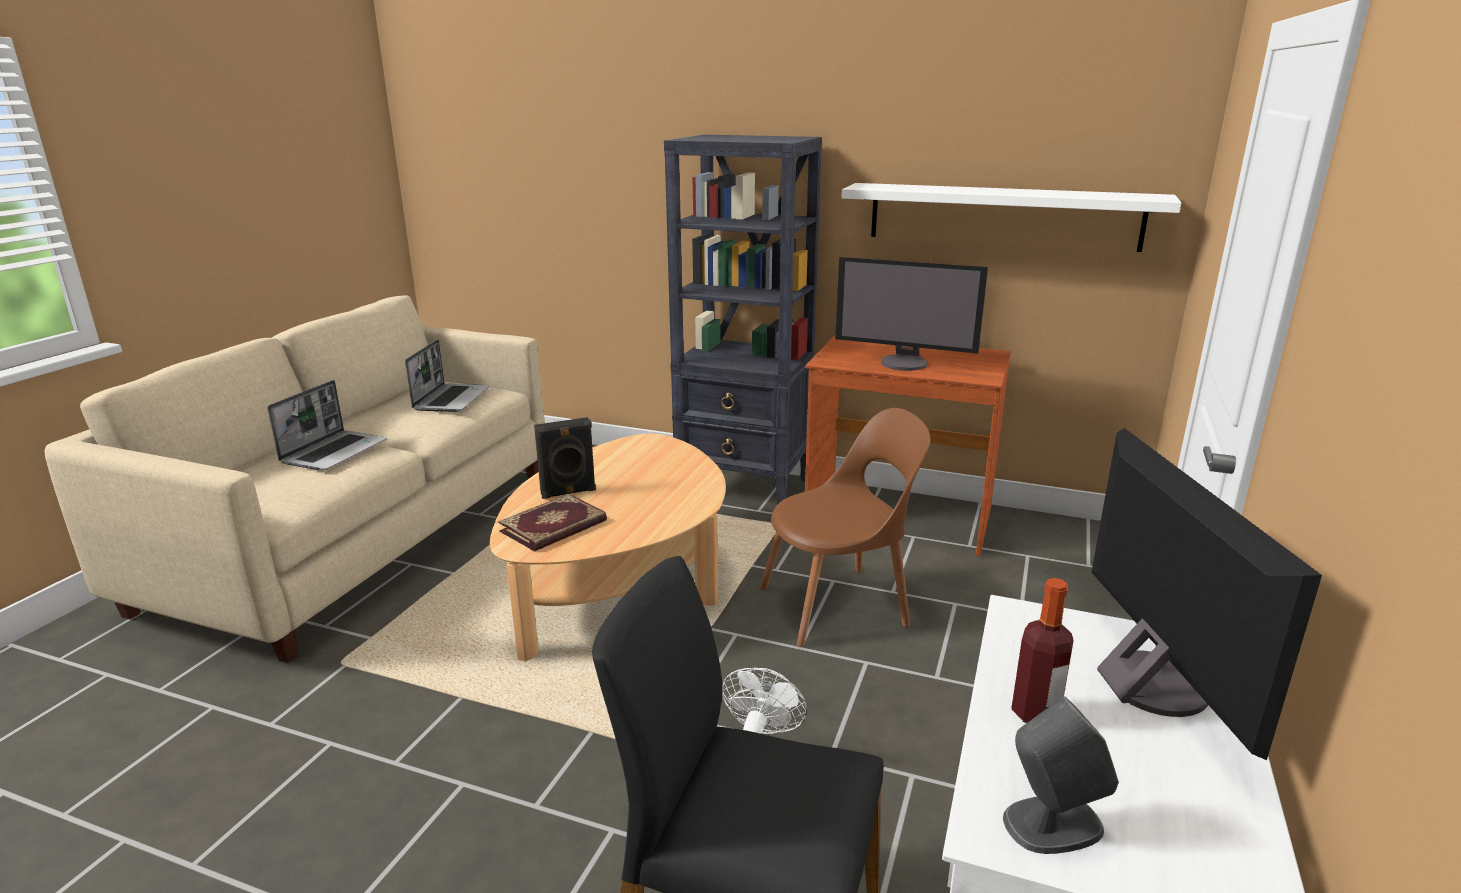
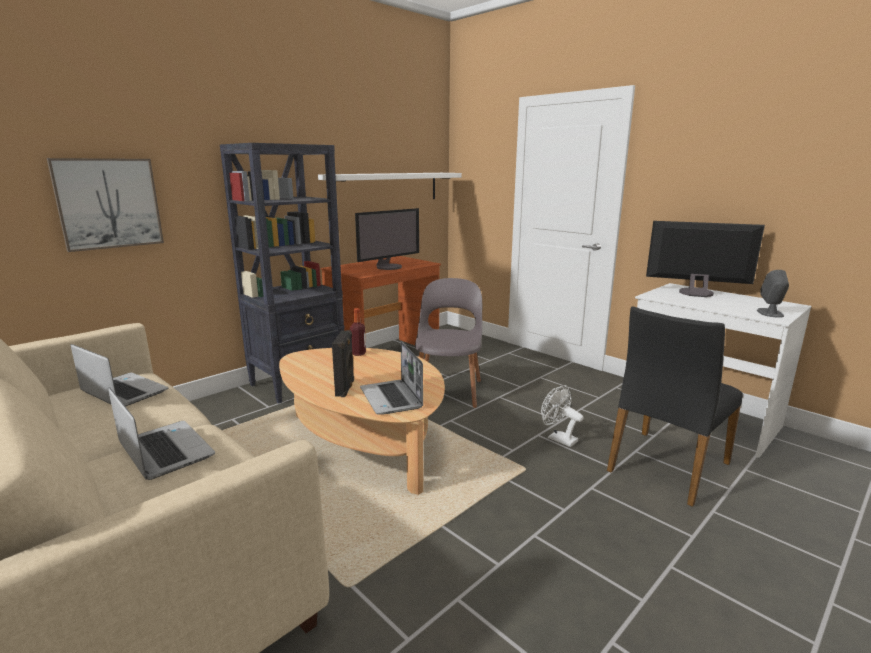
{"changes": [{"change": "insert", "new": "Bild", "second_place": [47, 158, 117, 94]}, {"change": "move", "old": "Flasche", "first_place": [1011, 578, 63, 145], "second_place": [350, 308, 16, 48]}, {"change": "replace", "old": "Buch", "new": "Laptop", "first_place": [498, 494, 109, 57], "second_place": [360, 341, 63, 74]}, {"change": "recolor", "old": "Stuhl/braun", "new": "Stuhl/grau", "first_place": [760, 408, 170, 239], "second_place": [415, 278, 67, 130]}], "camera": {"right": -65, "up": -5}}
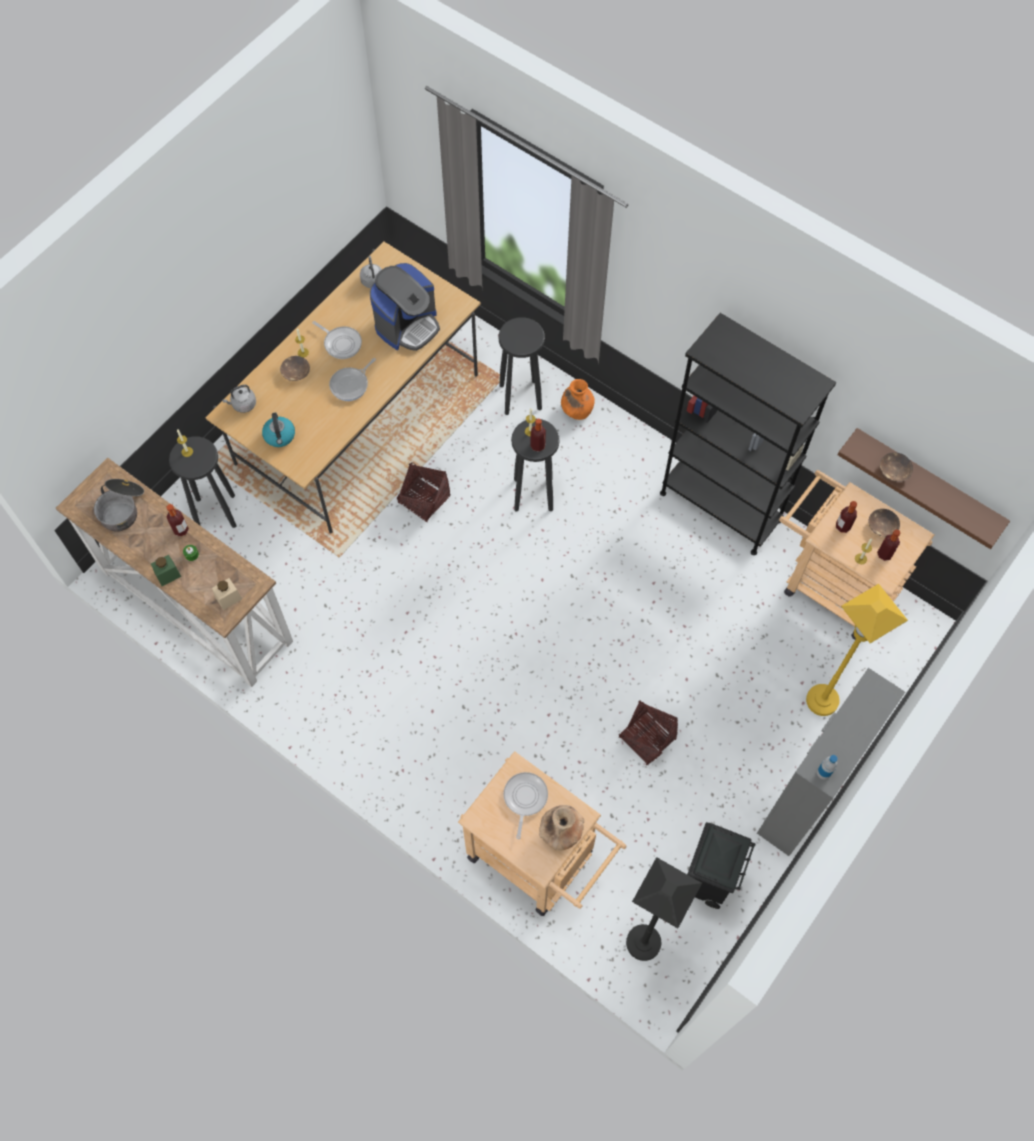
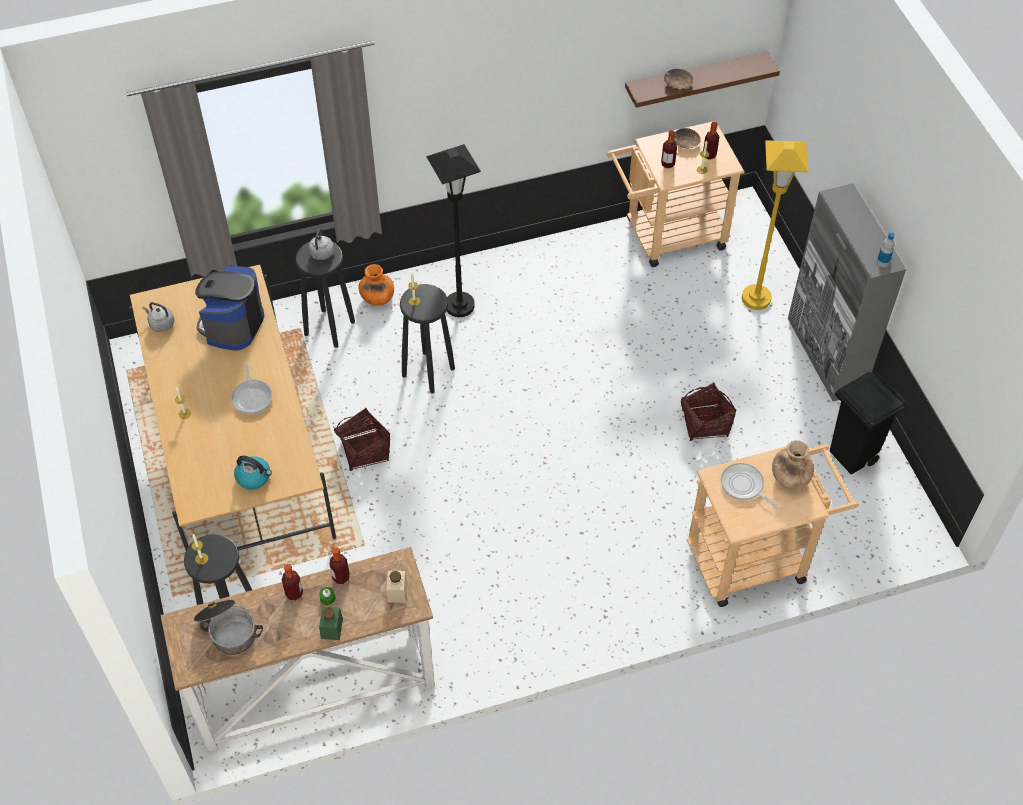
{"changes": [{"change": "rotate", "old": "Kaffeemaschine", "first_place": [370, 263, 70, 88], "second_place": [195, 266, 70, 85], "degrees": -150}, {"change": "move", "old": "Wasserkessel/grau", "first_place": [222, 385, 34, 28], "second_place": [309, 229, 25, 31]}, {"change": "move", "old": "Flasche", "first_place": [530, 419, 16, 33], "second_place": [329, 547, 21, 37]}, {"change": "move", "old": "Stehlampe/schwarz", "first_place": [626, 857, 76, 104], "second_place": [426, 144, 55, 173]}, {"change": "delete", "old": "Schüssel/braun", "first_place": [280, 356, 30, 25]}, {"change": "delete", "old": "Pfanne", "first_place": [312, 321, 50, 38]}, {"change": "delete", "old": "Bücherregal/schwarz", "first_place": [660, 313, 176, 242]}], "camera": {"right": -55, "up": -10}}
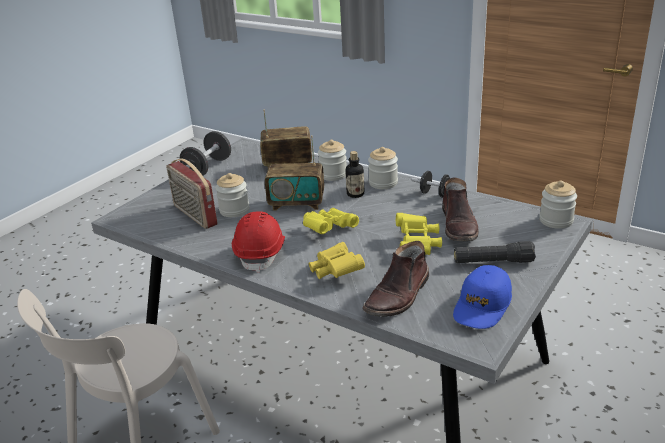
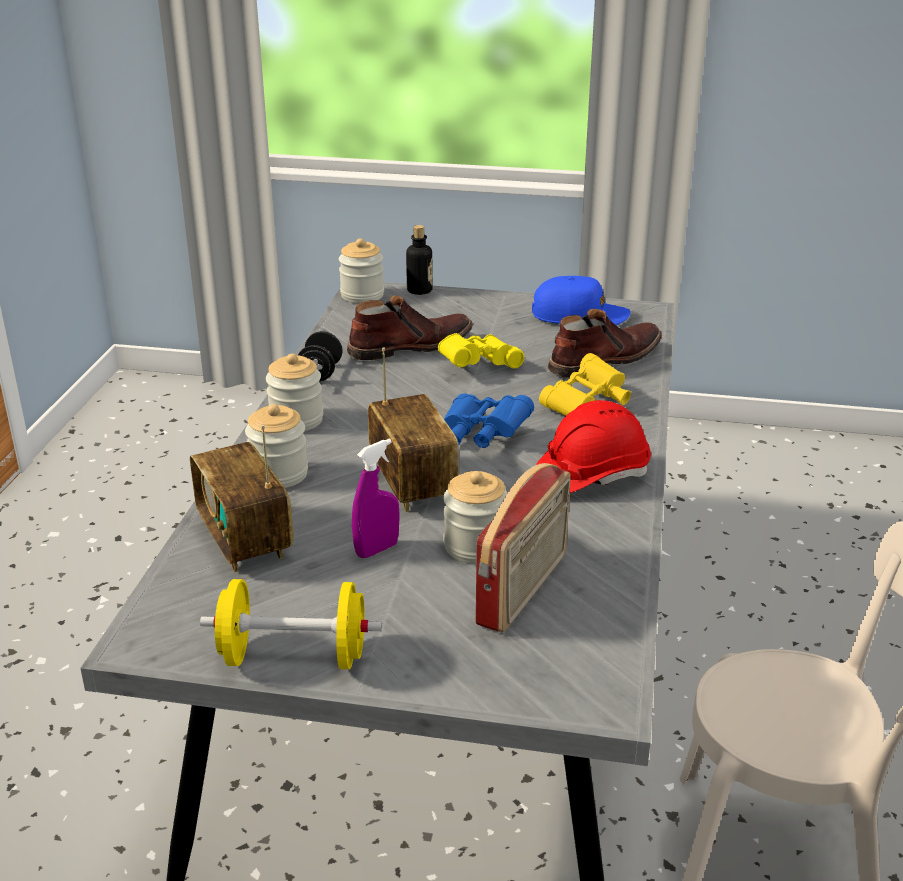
{"changes": [{"change": "recolor", "old": "Hantel/schwarz", "new": "Hantel/gelb", "first_place": [180, 131, 51, 45], "second_place": [200, 579, 182, 90]}, {"change": "insert", "new": "Sprühflasche/lila", "second_place": [352, 438, 48, 120]}, {"change": "move", "old": "Flasche", "first_place": [346, 151, 18, 47], "second_place": [406, 225, 27, 70]}, {"change": "recolor", "old": "Fernglas/gelb", "new": "Fernglas/blau", "first_place": [303, 208, 56, 26], "second_place": [444, 393, 90, 55]}, {"change": "rotate", "old": "Stiefel/braun", "first_place": [362, 241, 67, 76], "second_place": [548, 309, 114, 69], "degrees": -45}, {"change": "delete", "old": "Taschenlampe/schwarz", "first_place": [454, 241, 82, 22]}], "camera": {"right": -115, "up": 0}}
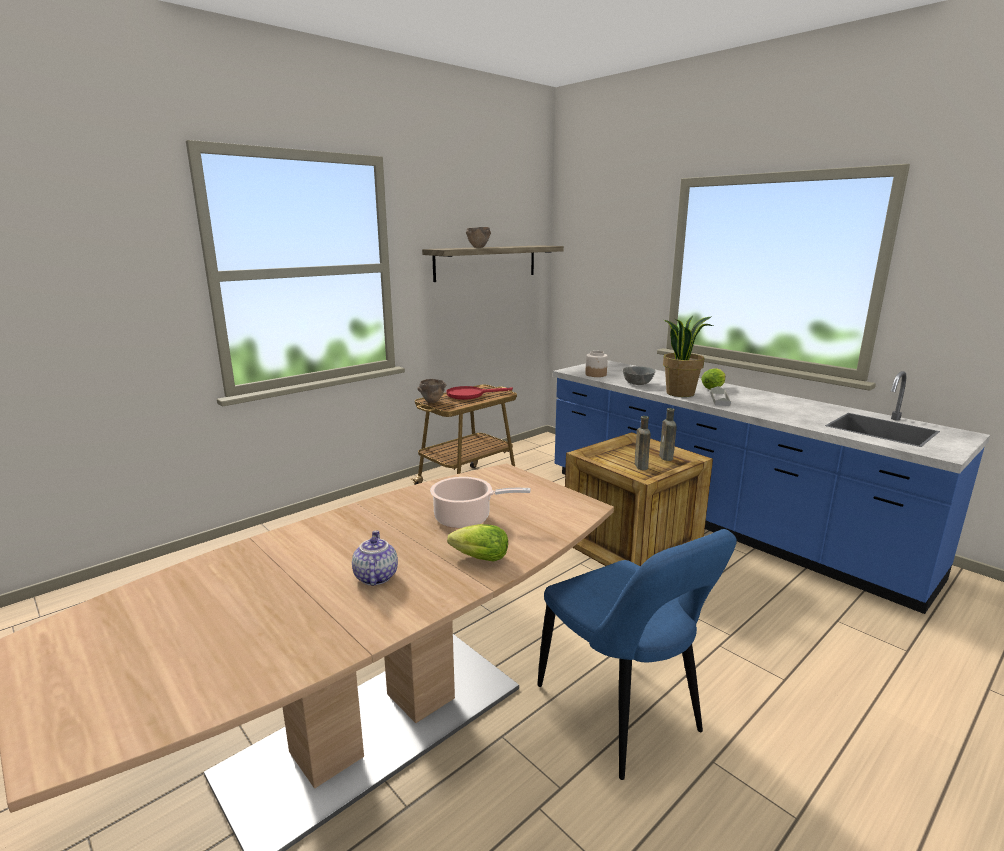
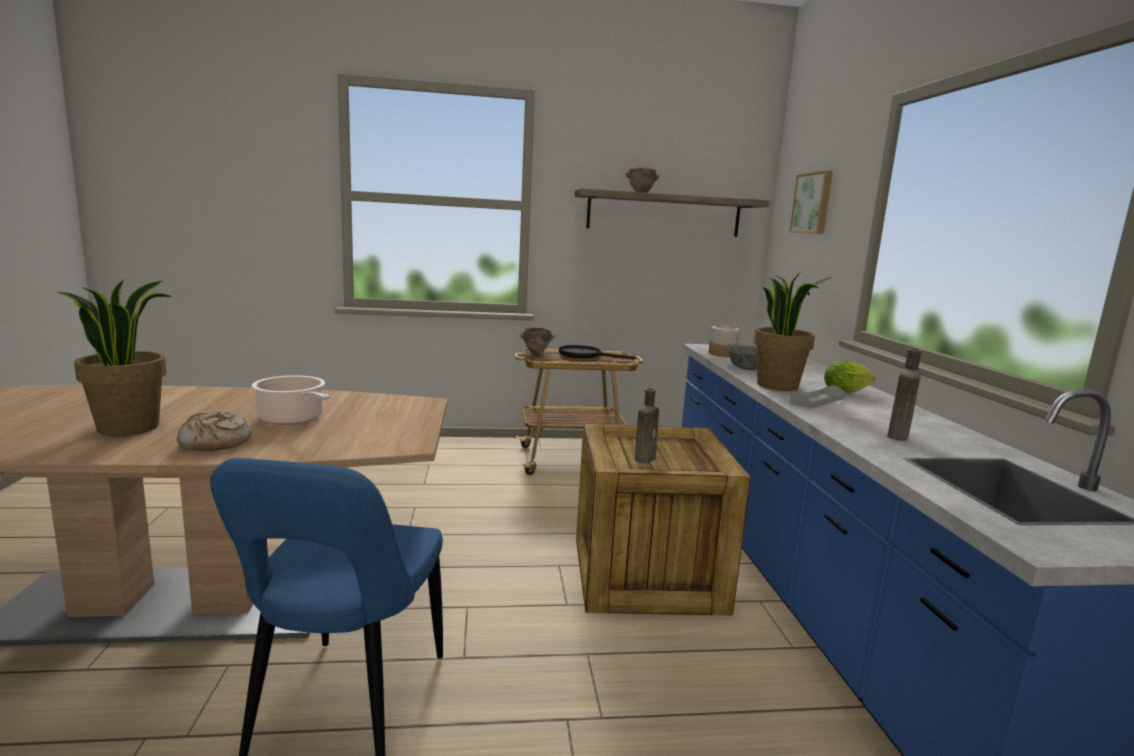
{"changes": [{"change": "replace", "old": "Teekanne", "new": "Topfpflanze", "first_place": [352, 531, 46, 55], "second_place": [58, 279, 114, 157]}, {"change": "replace", "old": "Salatkopf", "new": "Brot", "first_place": [447, 524, 61, 37], "second_place": [177, 411, 75, 40]}, {"change": "recolor", "old": "Pfanne/rot", "new": "Pfanne/schwarz", "first_place": [447, 386, 66, 14], "second_place": [559, 345, 77, 15]}, {"change": "insert", "new": "Bild", "second_place": [790, 171, 43, 63]}, {"change": "move", "old": "Flasche/braun", "first_place": [659, 408, 18, 53], "second_place": [887, 348, 35, 93]}], "camera": {"right": 35, "up": -5}}
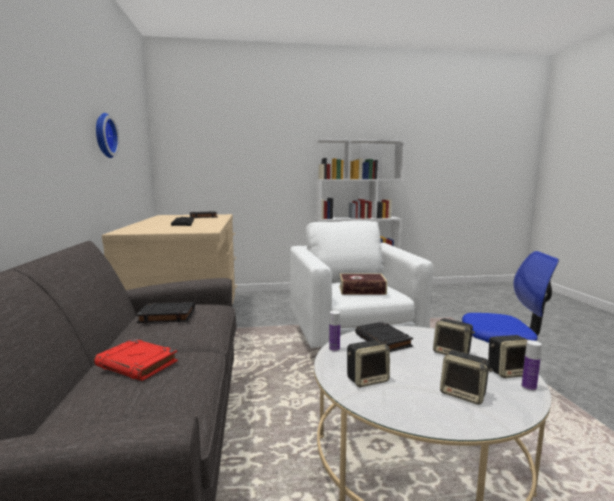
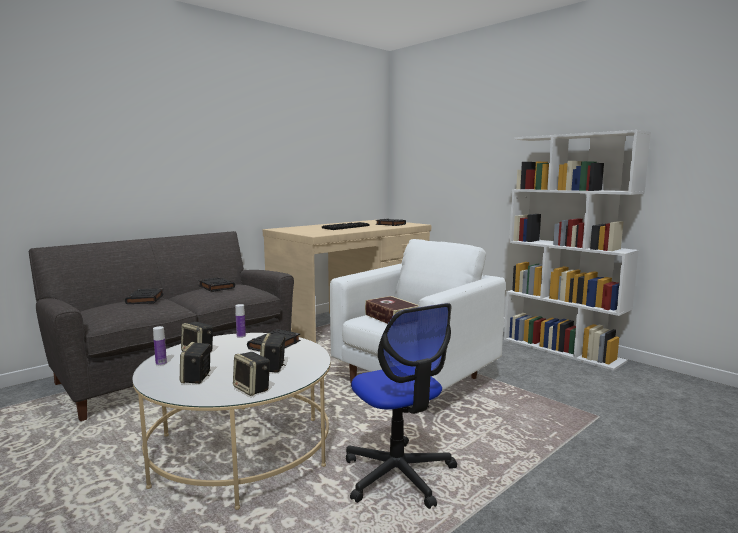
{"changes": [{"change": "recolor", "old": "Buch/rot", "new": "Buch/schwarz", "first_place": [94, 339, 84, 42], "second_place": [125, 288, 39, 16]}, {"change": "move", "old": "Flasche", "first_place": [521, 340, 21, 51], "second_place": [153, 326, 14, 40]}, {"change": "delete", "old": "Wanduhr", "first_place": [96, 113, 23, 45]}], "camera": {"right": 55, "up": 0}}
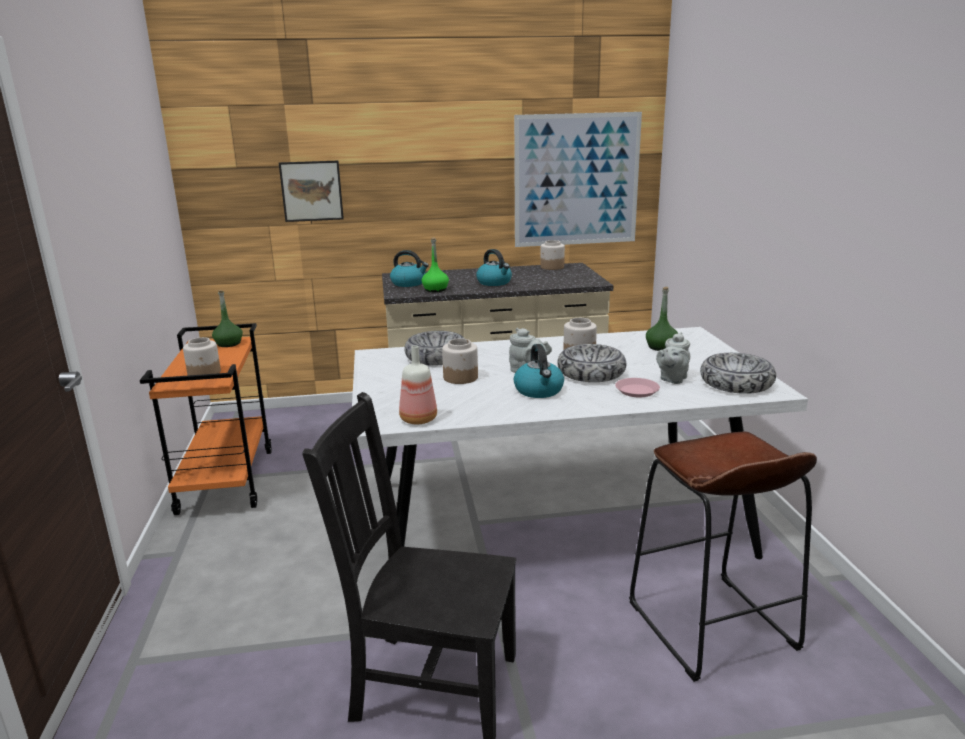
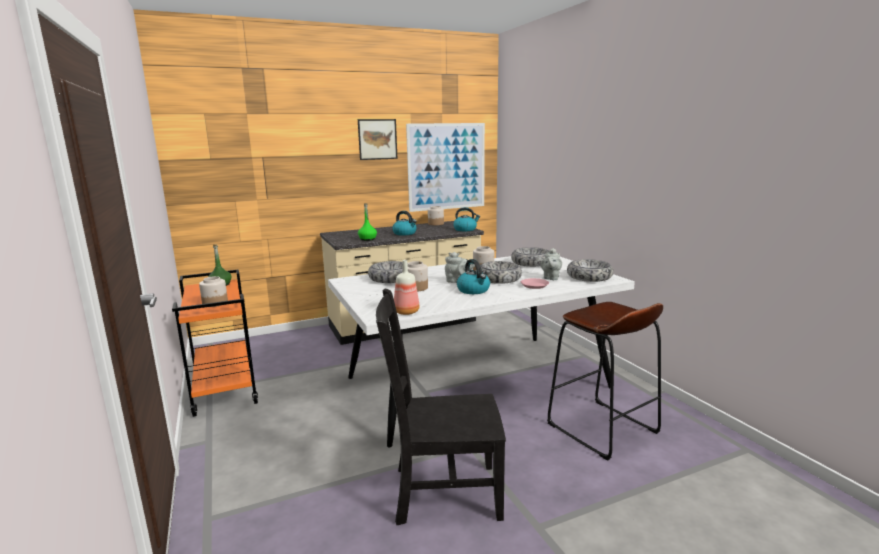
{"changes": [{"change": "move", "old": "Bild", "first_place": [279, 161, 65, 61], "second_place": [358, 119, 40, 41]}, {"change": "move", "old": "Wasserkessel", "first_place": [390, 250, 39, 37], "second_place": [453, 207, 27, 24]}, {"change": "replace", "old": "Flasche/grün", "new": "Schüssel", "first_place": [646, 287, 32, 64], "second_place": [511, 247, 38, 20]}], "camera": {"right": -15, "up": -5}}
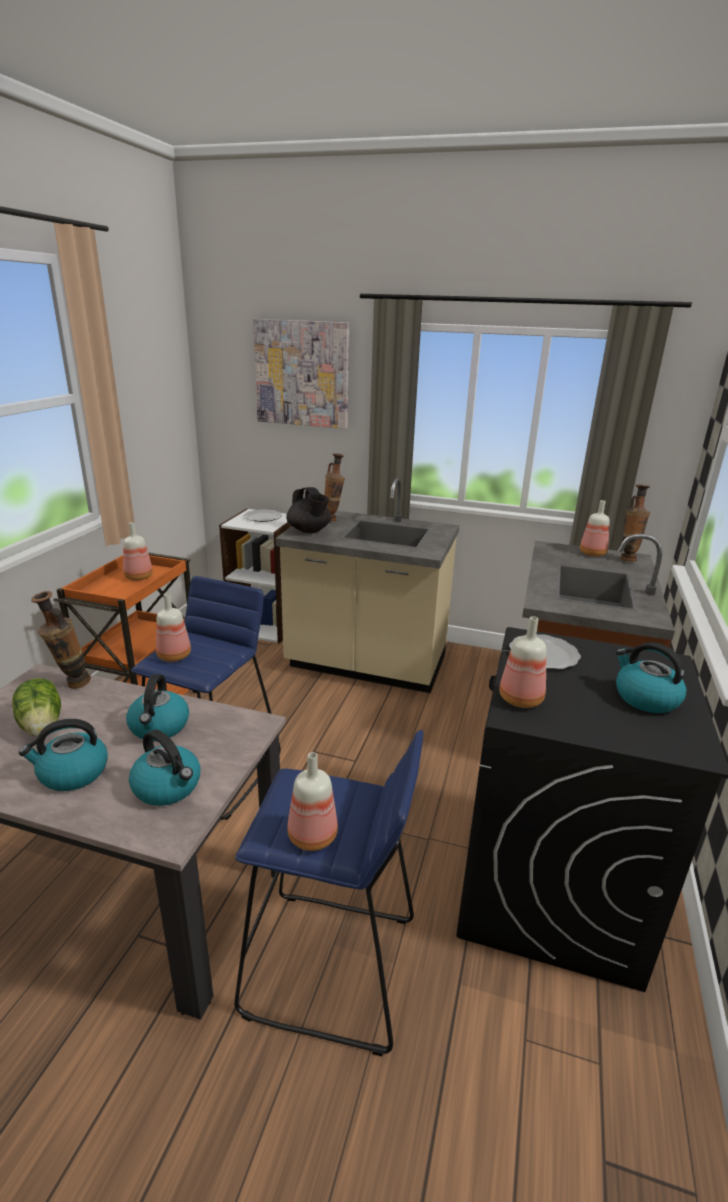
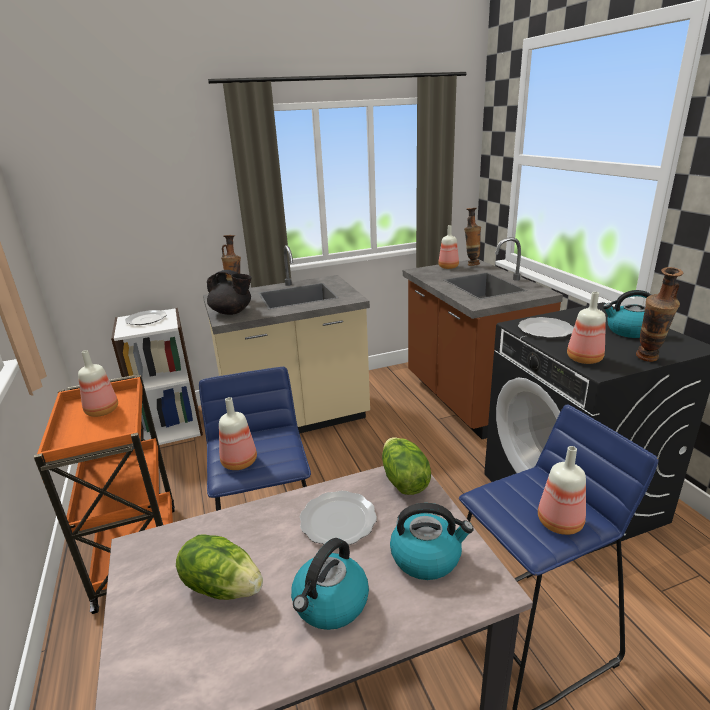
{"changes": [{"change": "replace", "old": "Wasserkessel", "new": "Teller", "first_place": [126, 674, 63, 67], "second_place": [300, 491, 77, 54]}, {"change": "insert", "new": "Salatkopf", "second_place": [382, 438, 49, 57]}, {"change": "move", "old": "Vase", "first_place": [31, 591, 60, 98], "second_place": [636, 267, 47, 95]}, {"change": "delete", "old": "Bild", "first_place": [253, 319, 96, 110]}], "camera": {"right": -35, "up": 0}}
